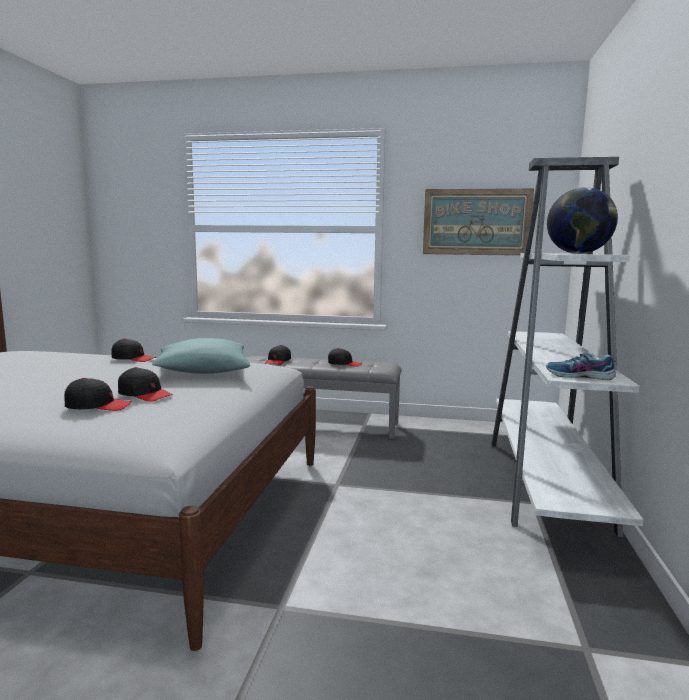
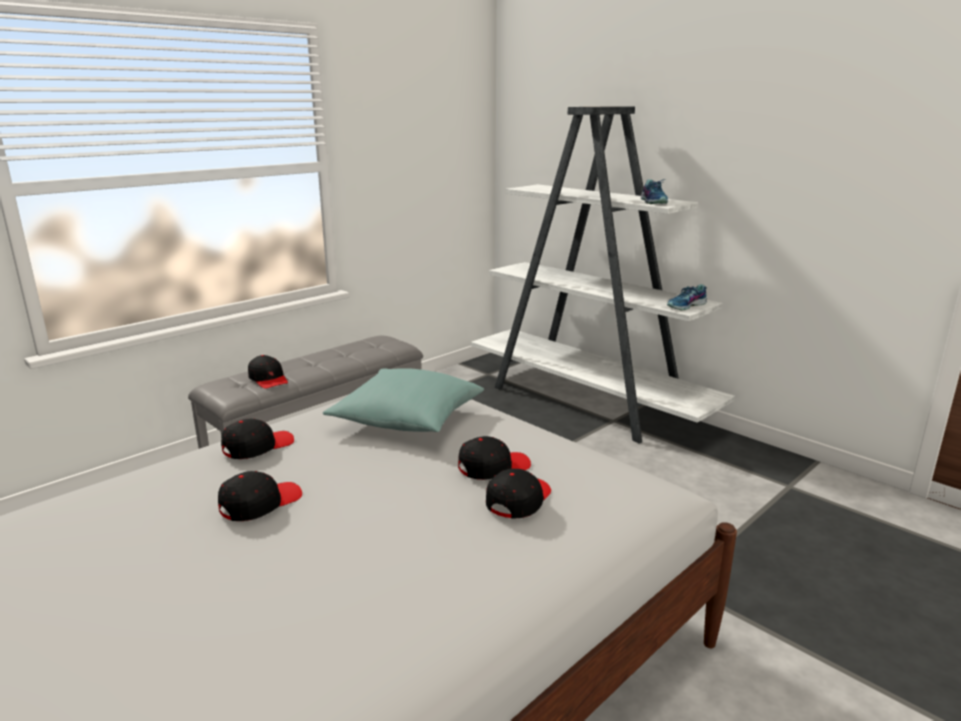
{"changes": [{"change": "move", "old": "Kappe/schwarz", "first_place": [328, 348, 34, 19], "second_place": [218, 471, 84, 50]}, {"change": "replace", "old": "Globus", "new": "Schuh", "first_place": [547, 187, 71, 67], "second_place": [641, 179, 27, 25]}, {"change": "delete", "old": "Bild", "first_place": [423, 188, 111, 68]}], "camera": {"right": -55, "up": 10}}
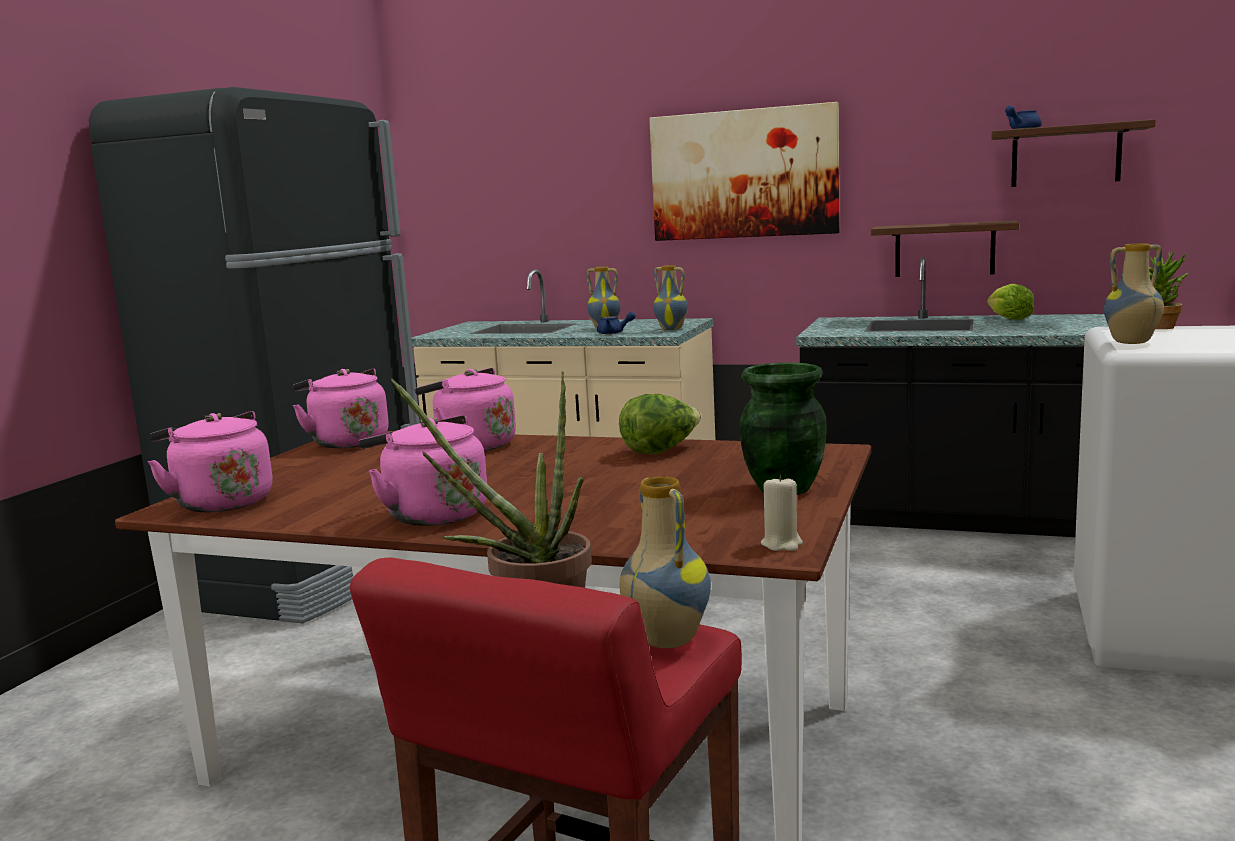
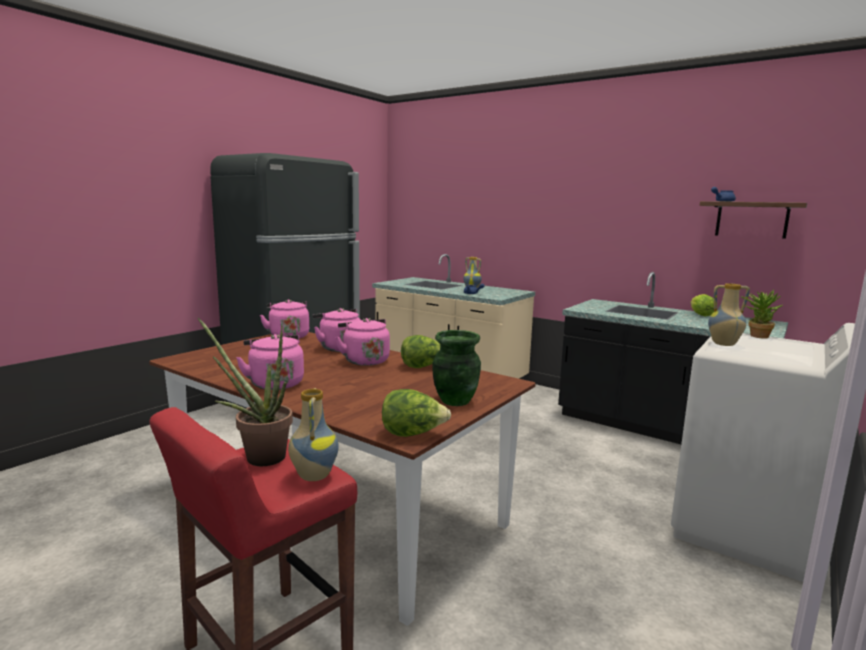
{"changes": [{"change": "move", "old": "Wasserkessel/rosa", "first_place": [148, 411, 125, 101], "second_place": [335, 318, 55, 48]}, {"change": "replace", "old": "Kerze/beige", "new": "Salatkopf", "first_place": [761, 475, 42, 76], "second_place": [382, 389, 69, 48]}, {"change": "delete", "old": "Bild", "first_place": [649, 102, 191, 139]}, {"change": "delete", "old": "Vase", "first_place": [653, 265, 35, 65]}, {"change": "delete", "old": "Wandregal", "first_place": [871, 220, 148, 57]}], "camera": {"right": 15, "up": 0}}
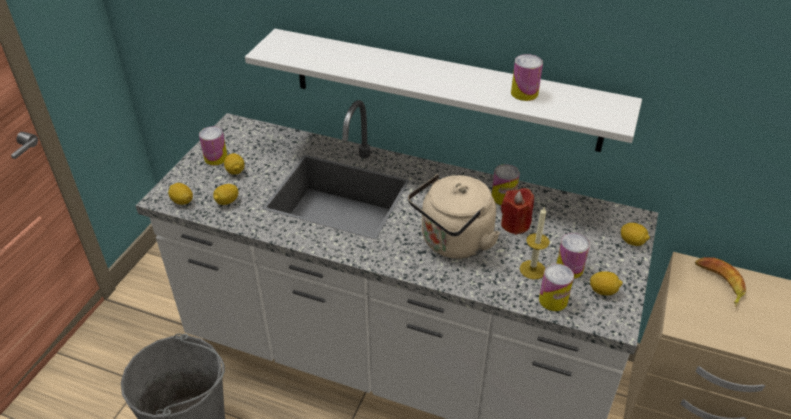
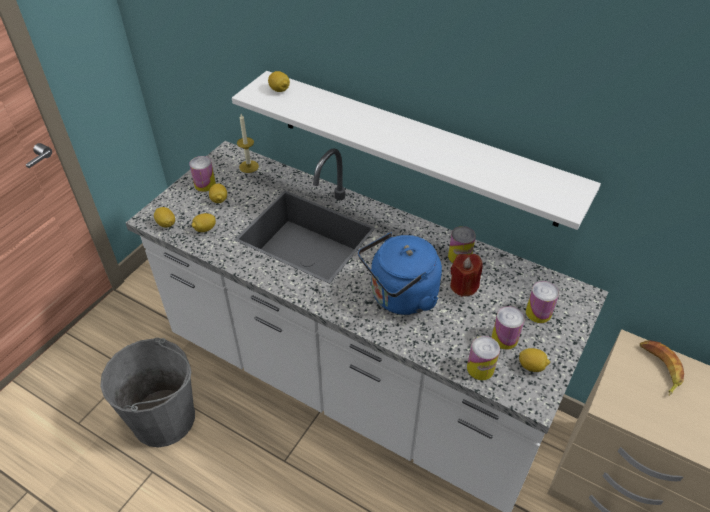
{"changes": [{"change": "move", "old": "Kerze", "first_place": [520, 206, 30, 73], "second_place": [237, 114, 22, 59]}, {"change": "move", "old": "Zitrone", "first_place": [621, 223, 29, 23], "second_place": [268, 71, 22, 21]}, {"change": "recolor", "old": "Wasserkessel/beige", "new": "Wasserkessel/blau", "first_place": [408, 174, 92, 85], "second_place": [358, 232, 84, 83]}, {"change": "move", "old": "Dose", "first_place": [511, 54, 32, 47], "second_place": [526, 281, 33, 42]}], "camera": {"right": 10, "up": 5}}
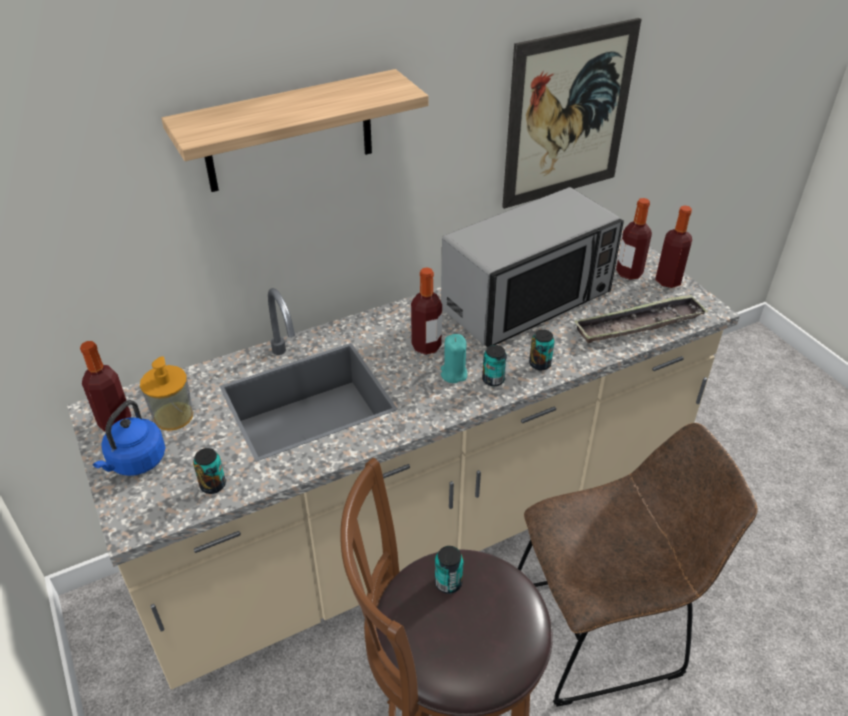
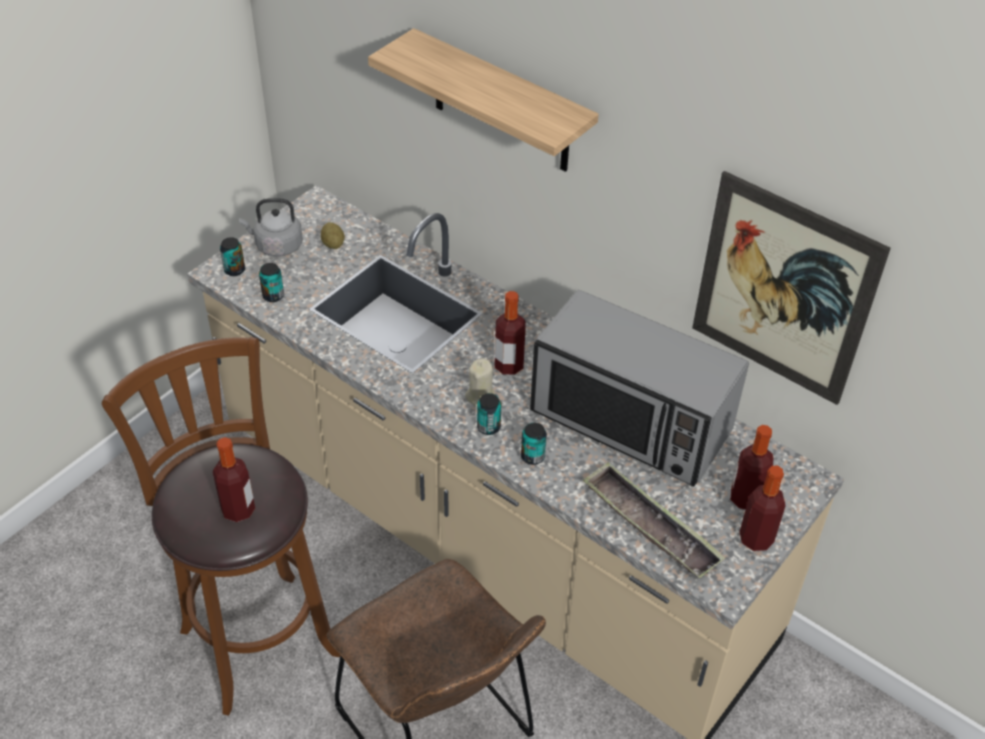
{"changes": [{"change": "move", "old": "Flasche", "first_place": [80, 341, 52, 91], "second_place": [213, 437, 42, 85]}, {"change": "move", "old": "Dose", "first_place": [435, 546, 29, 48], "second_place": [220, 237, 25, 39]}, {"change": "recolor", "old": "Wasserkessel/blau", "new": "Wasserkessel/grau", "first_place": [93, 400, 72, 76], "second_place": [239, 198, 64, 59]}, {"change": "replace", "old": "Seifenspender", "new": "Kartoffel", "first_place": [140, 356, 53, 75], "second_place": [321, 222, 24, 27]}, {"change": "recolor", "old": "Kerze/türkis", "new": "Kerze/beige", "first_place": [441, 334, 26, 49], "second_place": [465, 358, 30, 49]}], "camera": {"right": 65, "up": 5}}
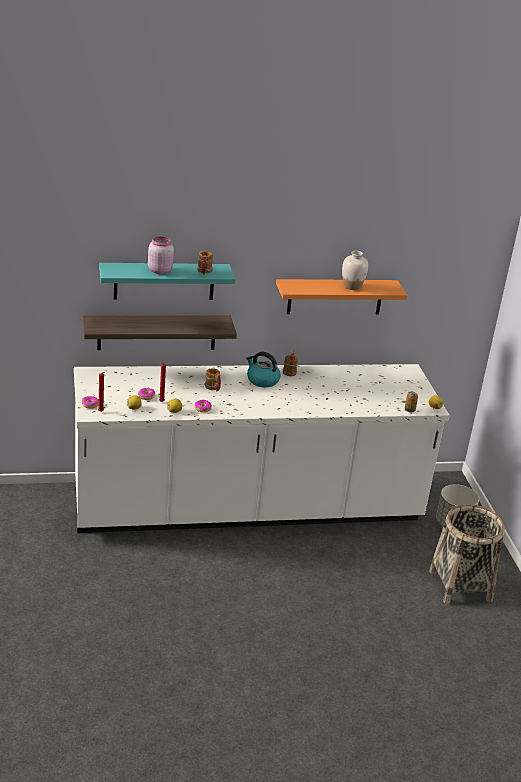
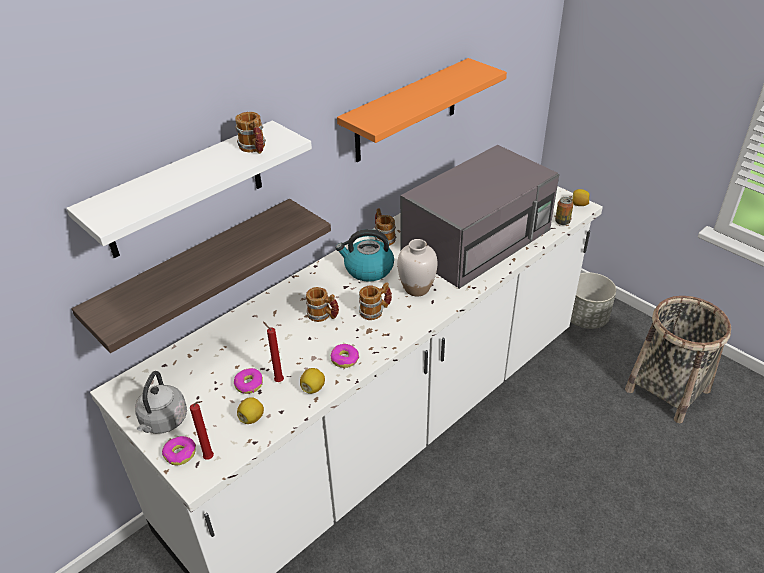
{"changes": [{"change": "recolor", "old": "Wandregal/türkis", "new": "Wandregal/weiß", "first_place": [99, 263, 136, 37], "second_place": [66, 120, 246, 138]}, {"change": "insert", "new": "Wasserkessel/grau", "second_place": [135, 371, 52, 63]}, {"change": "insert", "new": "Henkelbecher", "second_place": [359, 282, 33, 38]}, {"change": "move", "old": "Vase/weiß", "first_place": [342, 251, 26, 39], "second_place": [397, 239, 41, 58]}, {"change": "insert", "new": "Mikrowelle/grau", "second_place": [400, 145, 159, 144]}, {"change": "delete", "old": "Vorratsglas/rosa", "first_place": [148, 236, 26, 38]}], "camera": {"right": -30, "up": 10}}
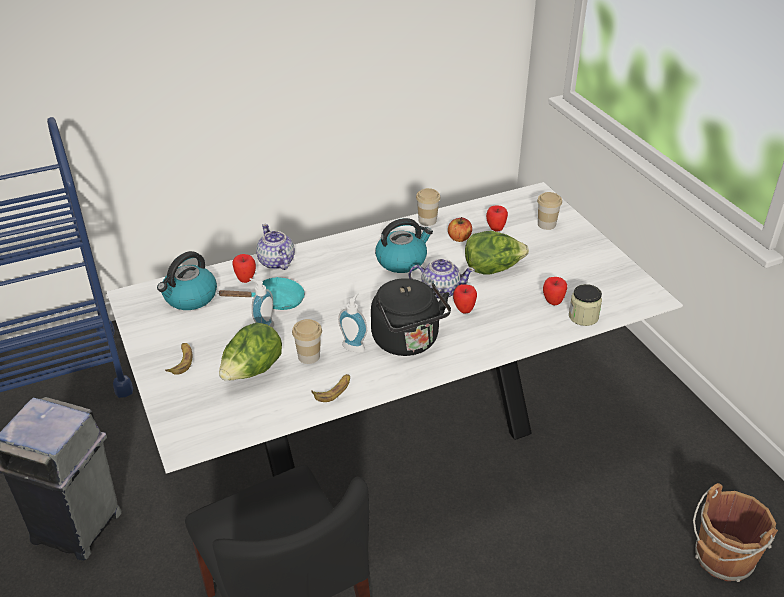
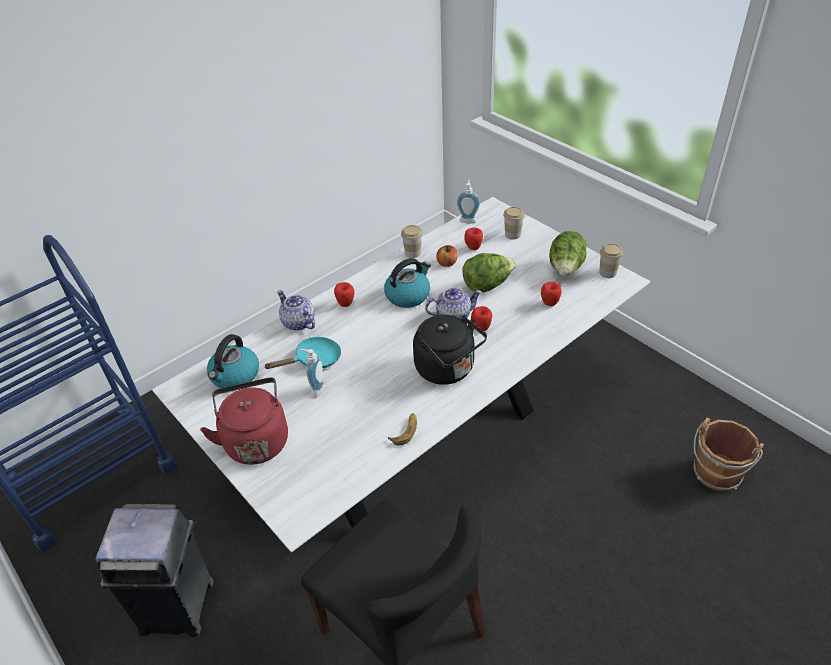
{"changes": [{"change": "replace", "old": "Banane", "new": "Wasserkessel/rot", "first_place": [165, 343, 28, 32], "second_place": [200, 378, 88, 87]}, {"change": "move", "old": "Apfel", "first_place": [233, 254, 23, 29], "second_place": [334, 282, 20, 25]}, {"change": "move", "old": "Seifenspender", "first_place": [338, 293, 29, 60], "second_place": [457, 180, 23, 44]}, {"change": "move", "old": "Salatkopf", "first_place": [219, 322, 63, 59], "second_place": [549, 231, 37, 45]}, {"change": "move", "old": "Tasse", "first_place": [292, 319, 30, 45], "second_place": [599, 243, 24, 35]}, {"change": "delete", "old": "Vorratsglas", "first_place": [569, 284, 33, 42]}], "camera": {"right": -15, "up": 5}}
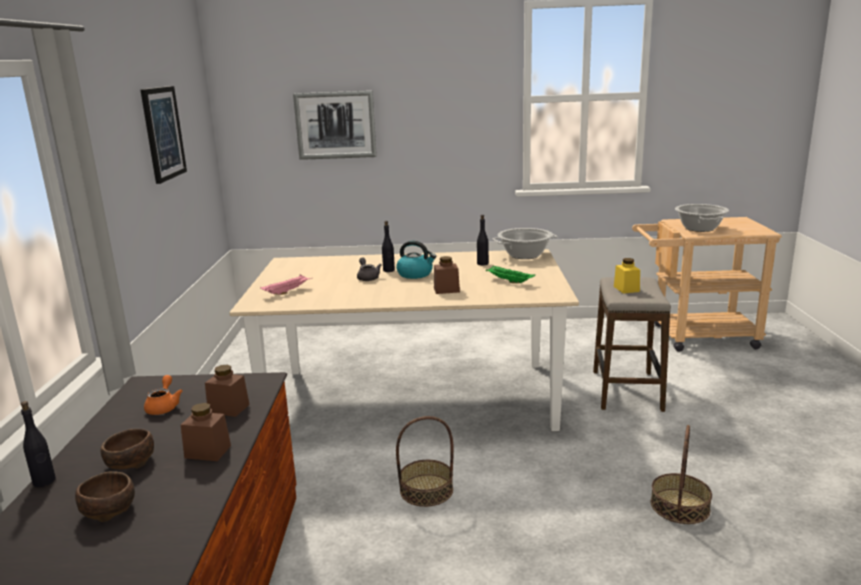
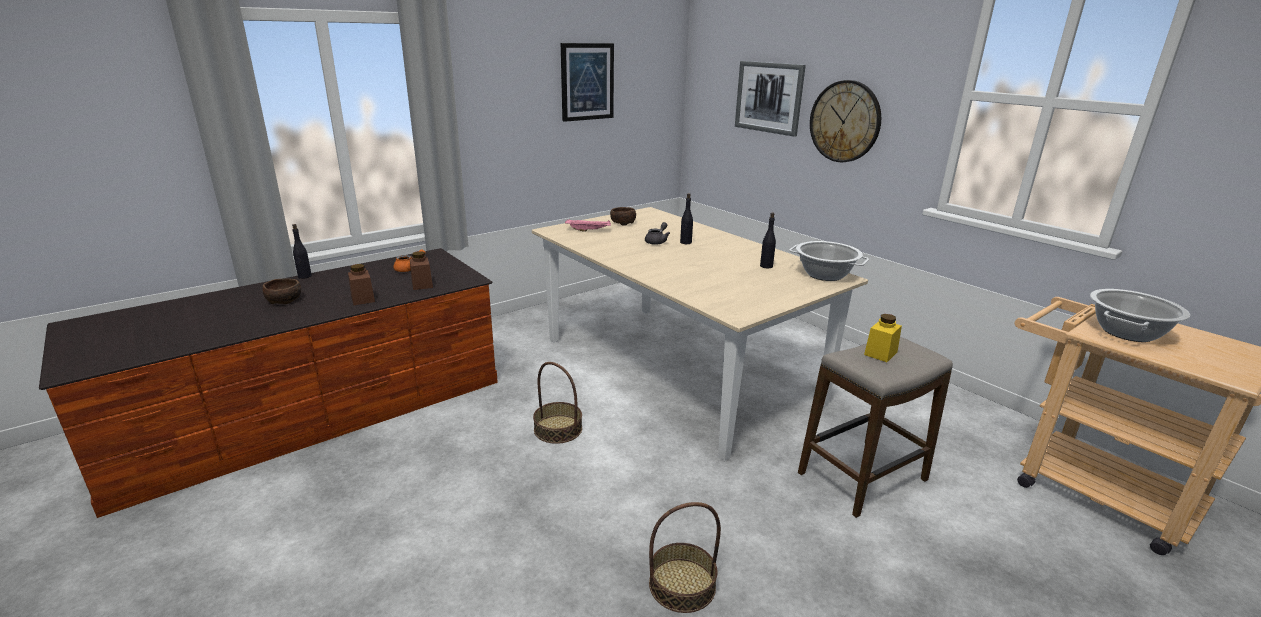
{"changes": [{"change": "move", "old": "Schüssel/braun", "first_place": [100, 429, 54, 41], "second_place": [610, 207, 26, 19]}, {"change": "insert", "new": "Wanduhr", "second_place": [810, 80, 71, 82]}, {"change": "delete", "old": "Wasserkessel", "first_place": [396, 241, 40, 38]}, {"change": "delete", "old": "Vorratsglas/braun", "first_place": [434, 256, 26, 38]}, {"change": "delete", "old": "Tablett/grün", "first_place": [486, 266, 49, 18]}], "camera": {"right": 50, "up": 5}}
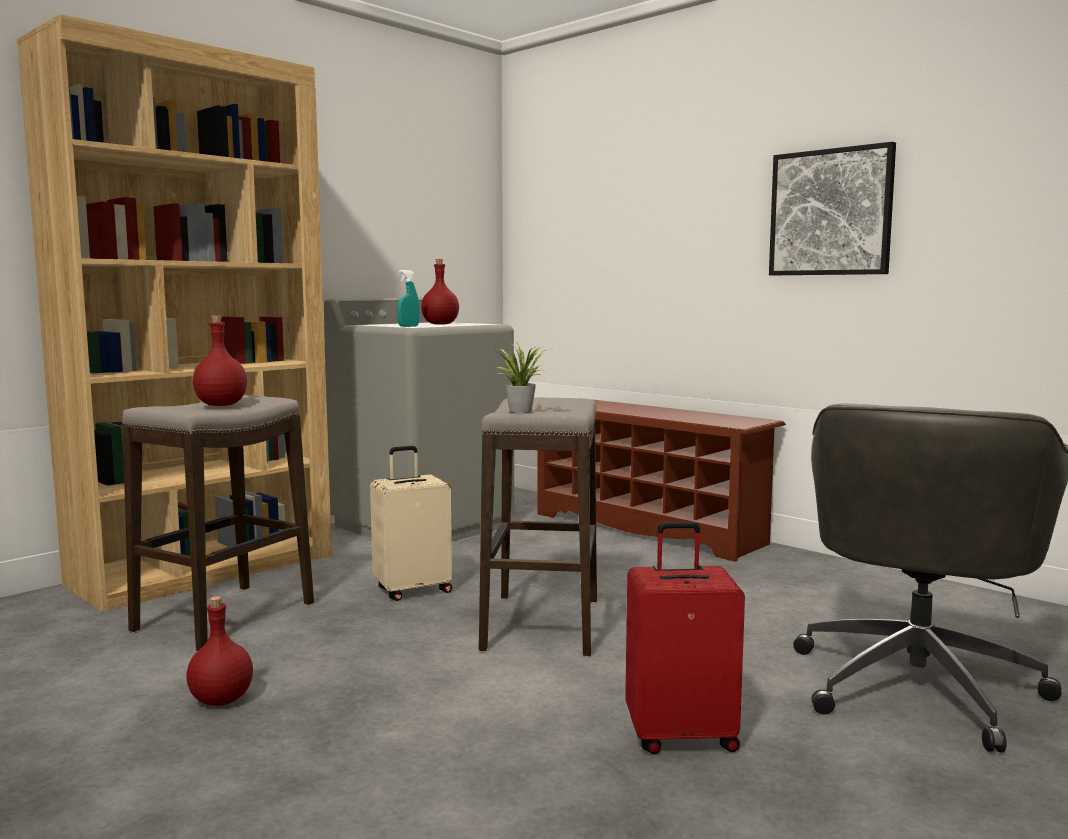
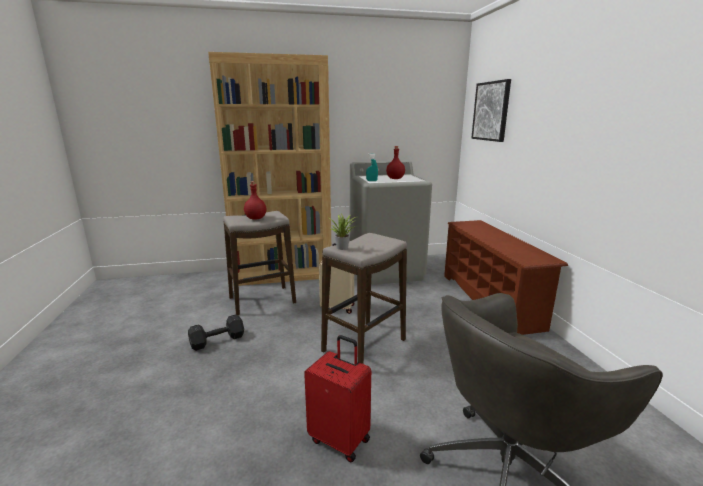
{"changes": [{"change": "replace", "old": "Flasche/rot", "new": "Hantel/schwarz", "first_place": [186, 596, 67, 110], "second_place": [188, 314, 56, 37]}, {"change": "move", "old": "Bild", "first_place": [769, 142, 127, 133], "second_place": [471, 79, 40, 63]}], "camera": {"right": 35, "up": 10}}
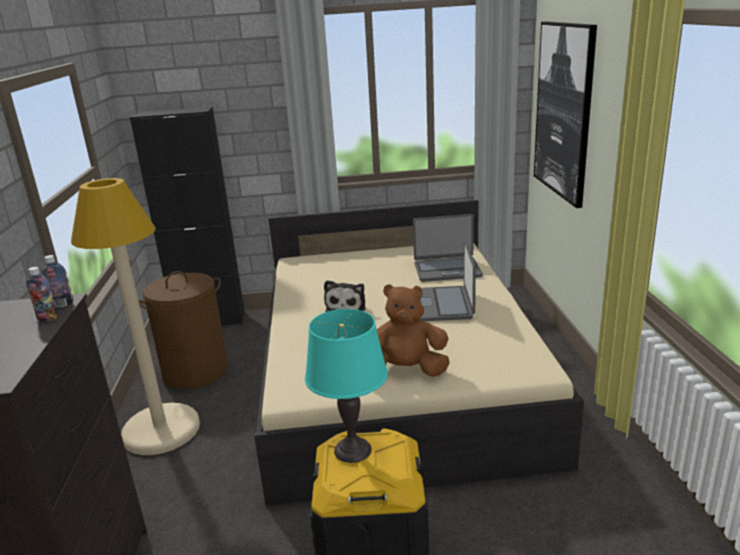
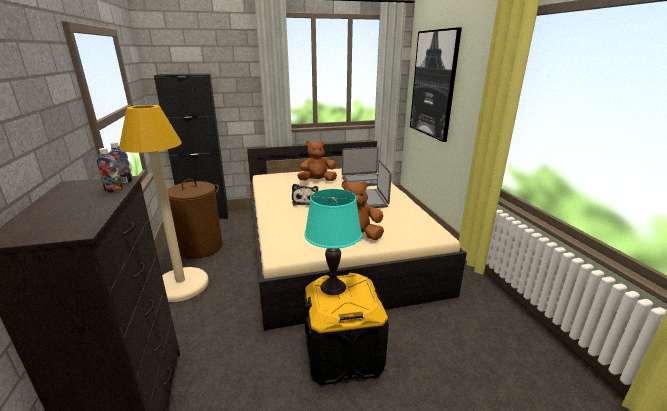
{"changes": [{"change": "insert", "new": "Plüschtier/braun", "second_place": [297, 141, 40, 40]}], "camera": {"right": -10, "up": 0}}
